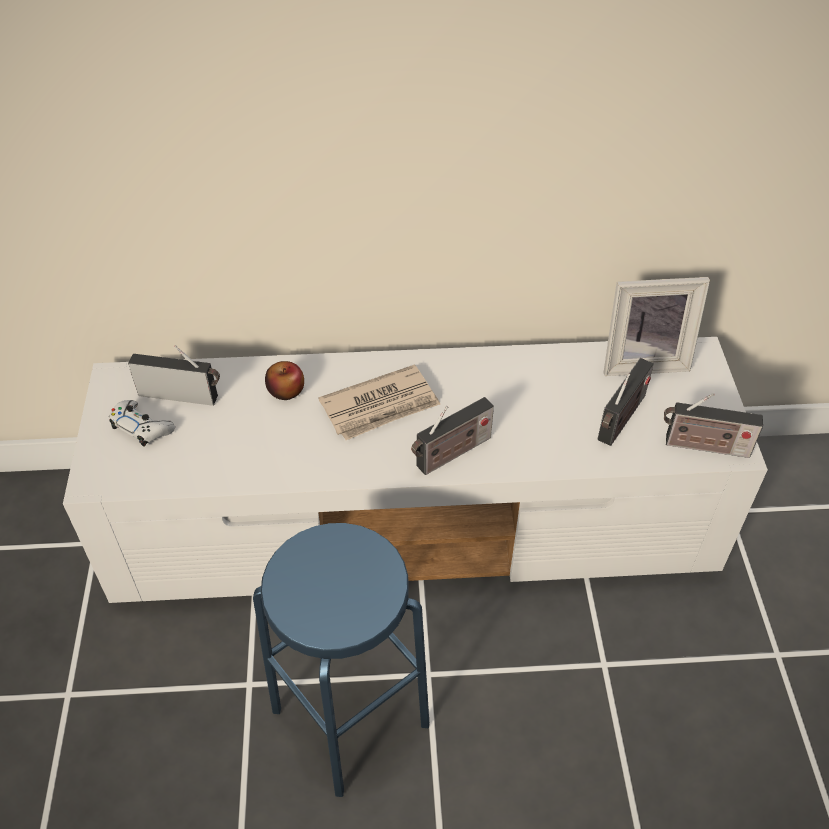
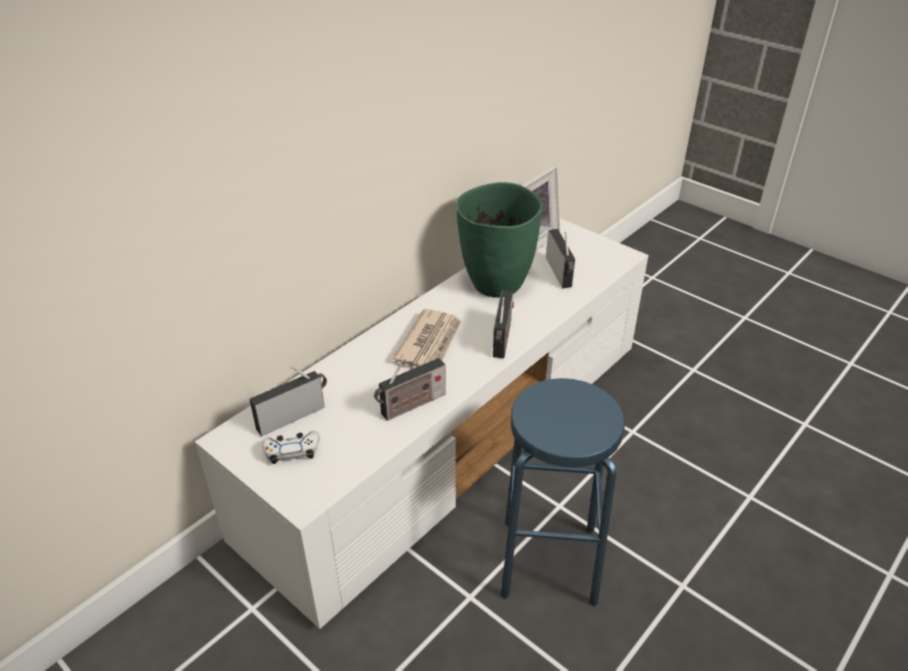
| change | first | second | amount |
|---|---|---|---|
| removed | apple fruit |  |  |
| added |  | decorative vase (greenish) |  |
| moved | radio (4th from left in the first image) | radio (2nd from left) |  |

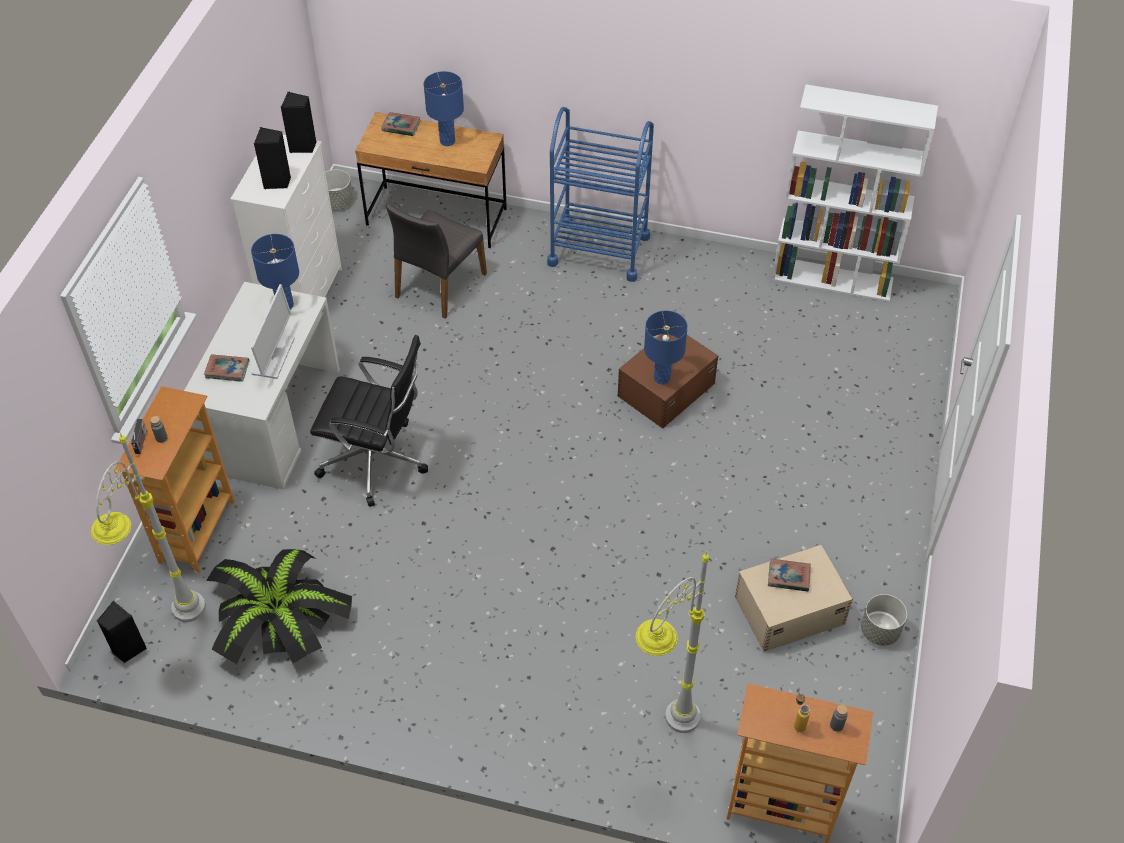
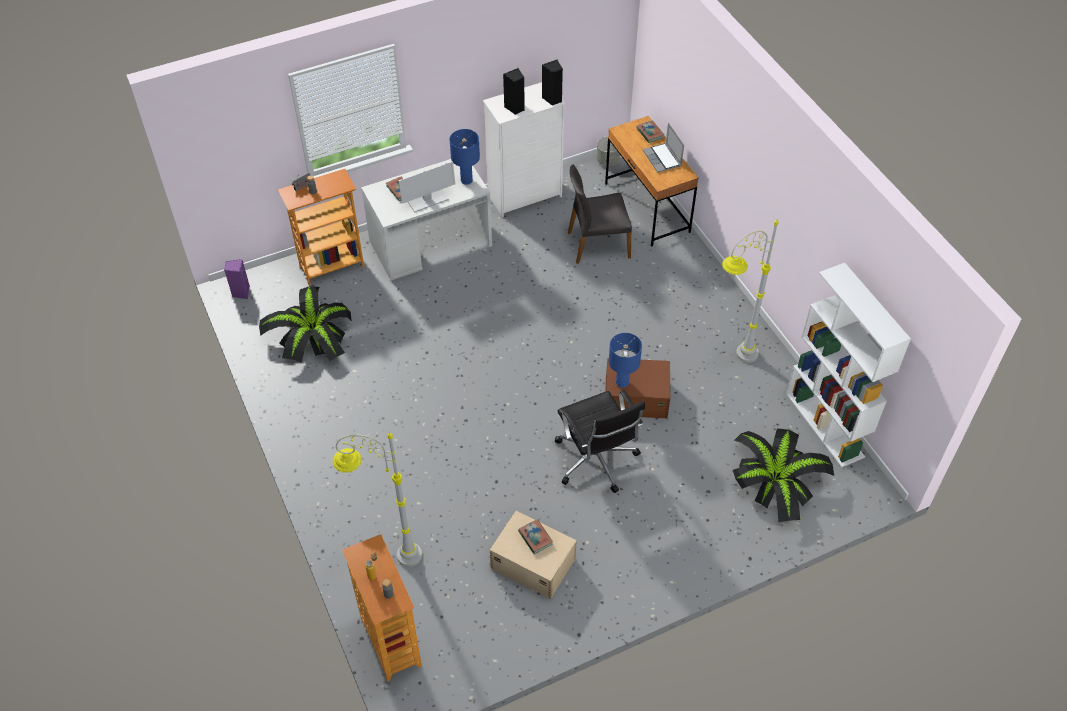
| change | first | second | amount |
|---|---|---|---|
| removed | trolley (bluish) |  |  |
| removed | flower pot (grey) (2nd from left) |  |  |
| added |  | houseplant (2nd from left) |  |
| moved | standard lamp (grey) (1st from left in the first image) | standard lamp (grey) (2nd from left) |  |
| moved | desk chair (black-coloured) |  |  |
| replaced | table lamp (bluish) (2nd from left) | laptop |  |
| recoloured | loudspeaker (black-coloured) (1st from left) | loudspeaker (purple-coloured) |  |

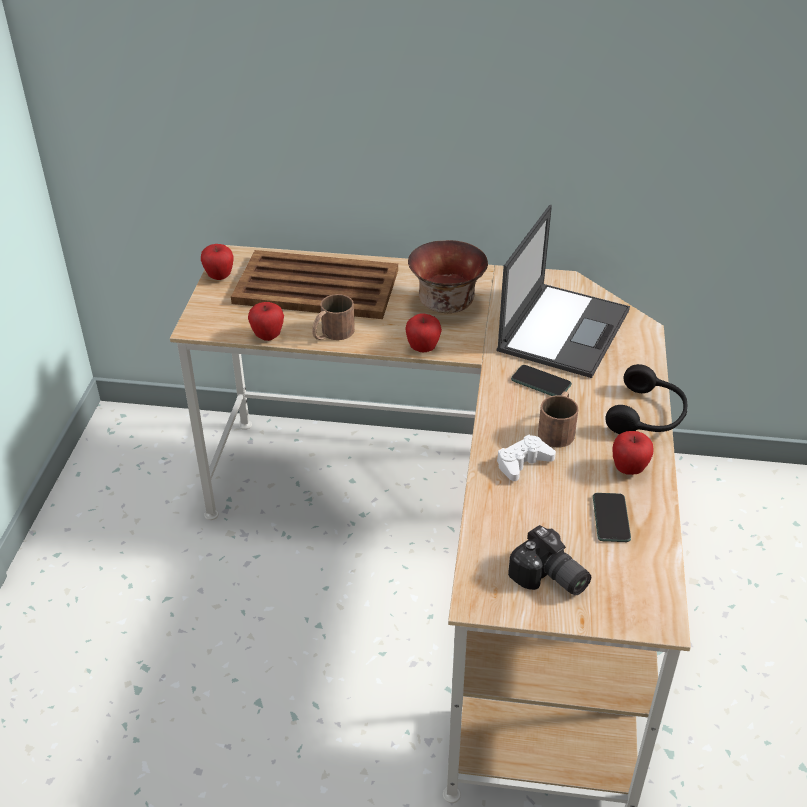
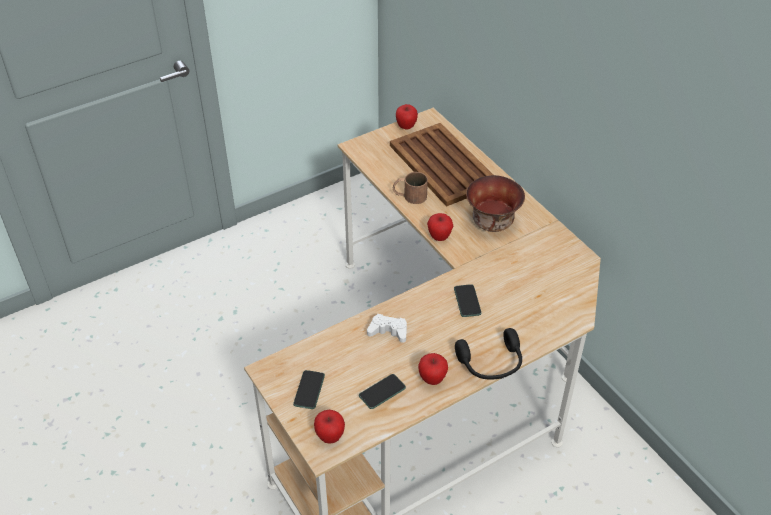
| change | first | second | amount |
|---|---|---|---|
| removed | laptop |  |  |
| removed | mug (brownish) (2nd from left) |  |  |
| moved | apple fruit (2nd from left in the first image) | apple fruit (1st from left) |  |
| replaced | photo camera | handset (1st from left) |  |

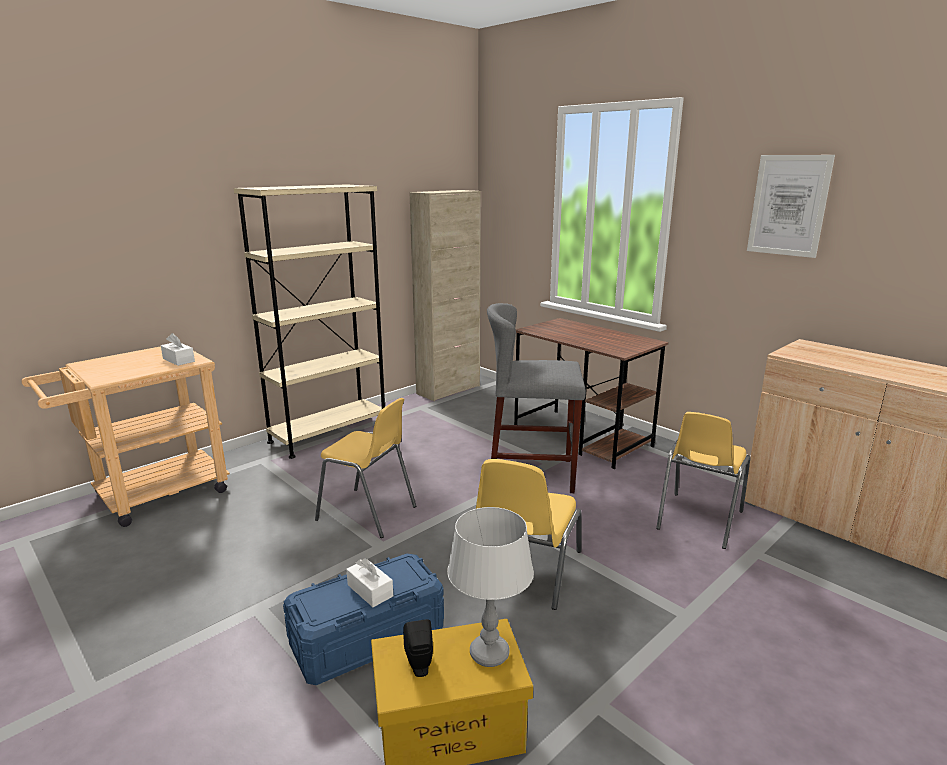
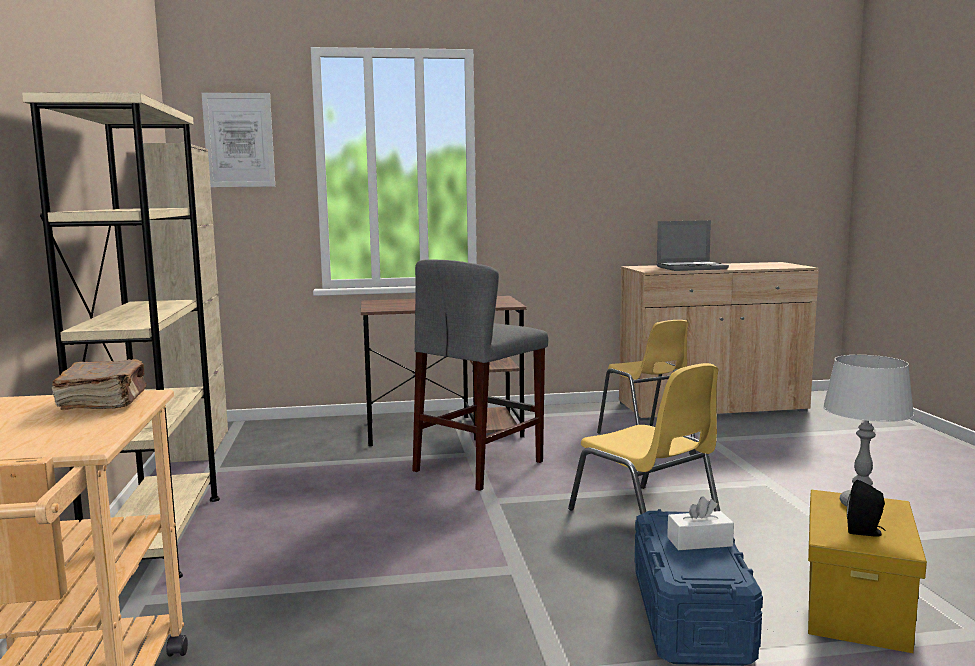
| change | first | second | amount |
|---|---|---|---|
| removed | upright chair (yellow) (1st from left) |  |  |
| added |  | laptop |  |
| moved | wall art |  |  |
| replaced | tissue box (white) (1st from left) | bound book (brownish) |  |

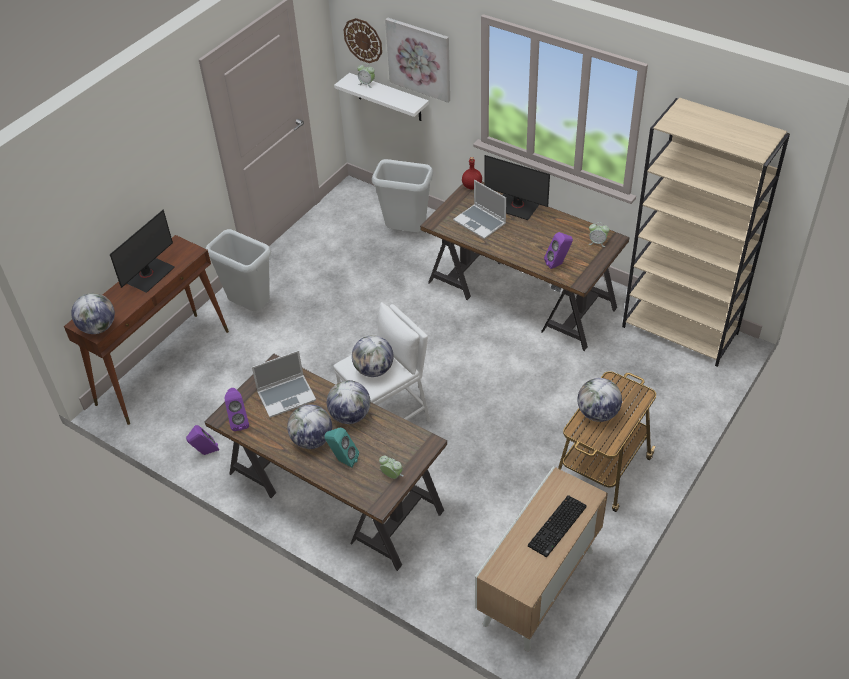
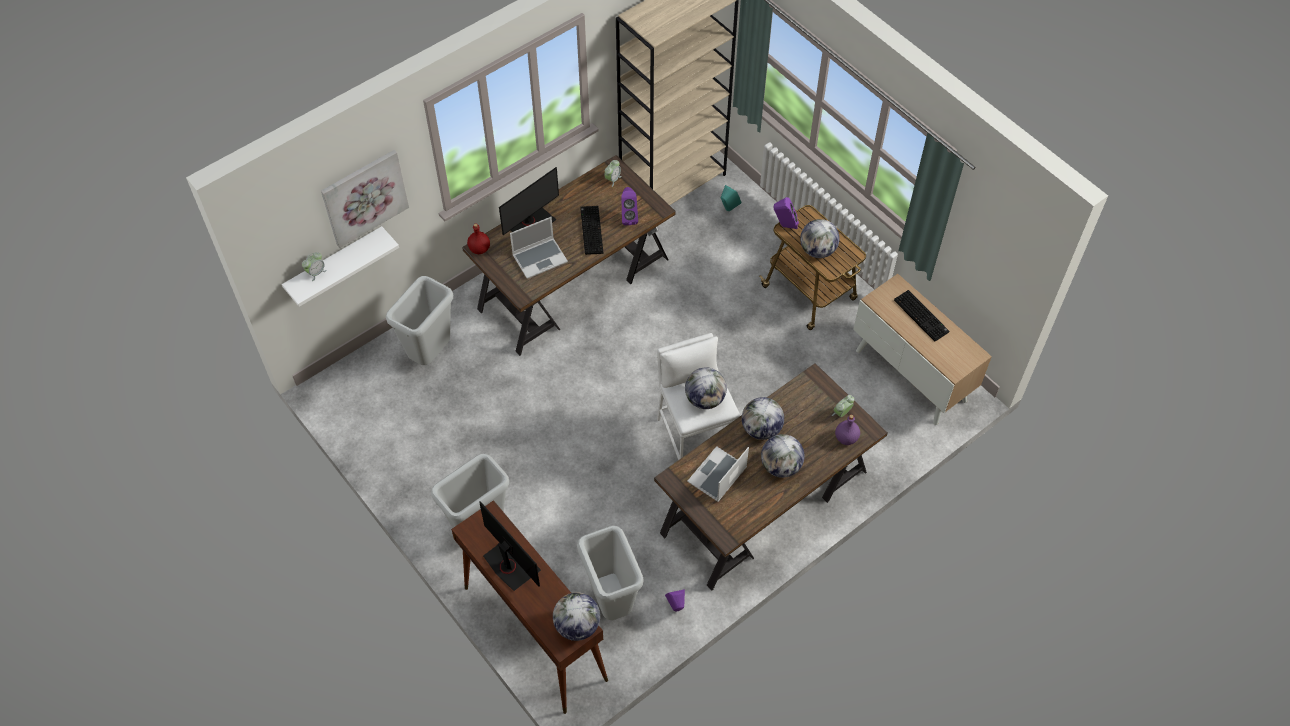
| change | first | second | amount |
|---|---|---|---|
| removed | hanging clock |  |  |
| added |  | waste bin (grey) (3rd from left) |  |
| added |  | computer keyboard (1st from left) |  |
| added |  | beverage bottle (purple-coloured) |  |
| moved | loudspeaker (purple-coloured) (2nd from left in the first image) | loudspeaker (purple-coloured) (3rd from left) |  |
| moved | loudspeaker (blue-green) |  |  |
| turned | laptop (1st from left in the first image) | laptop (2nd from left) | 135 degrees counterclockwise |

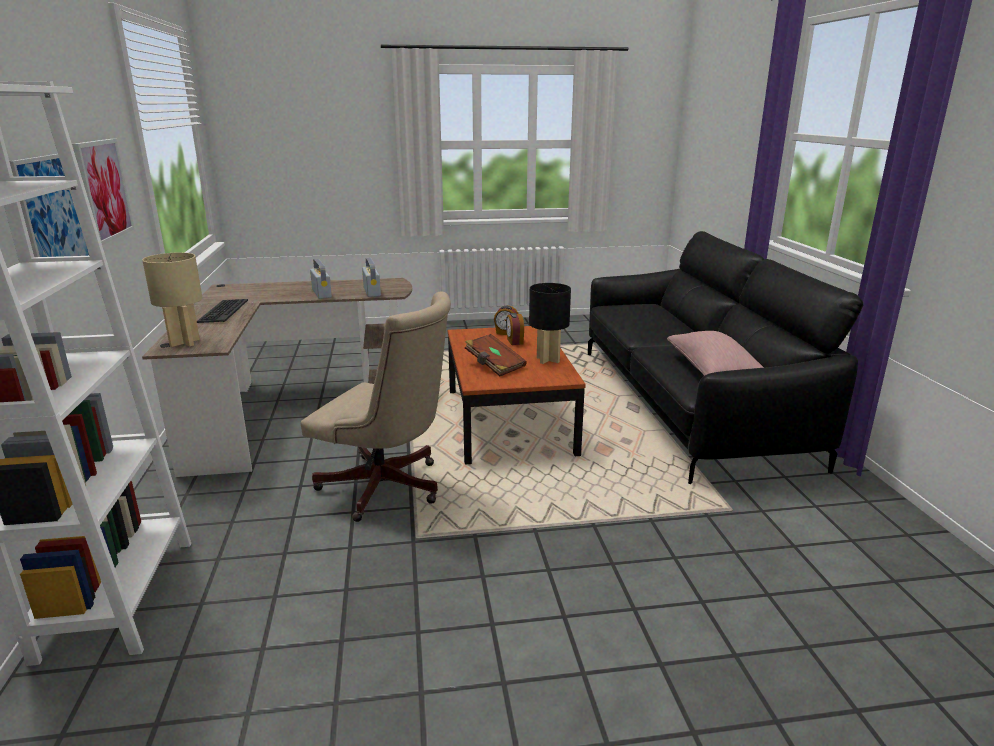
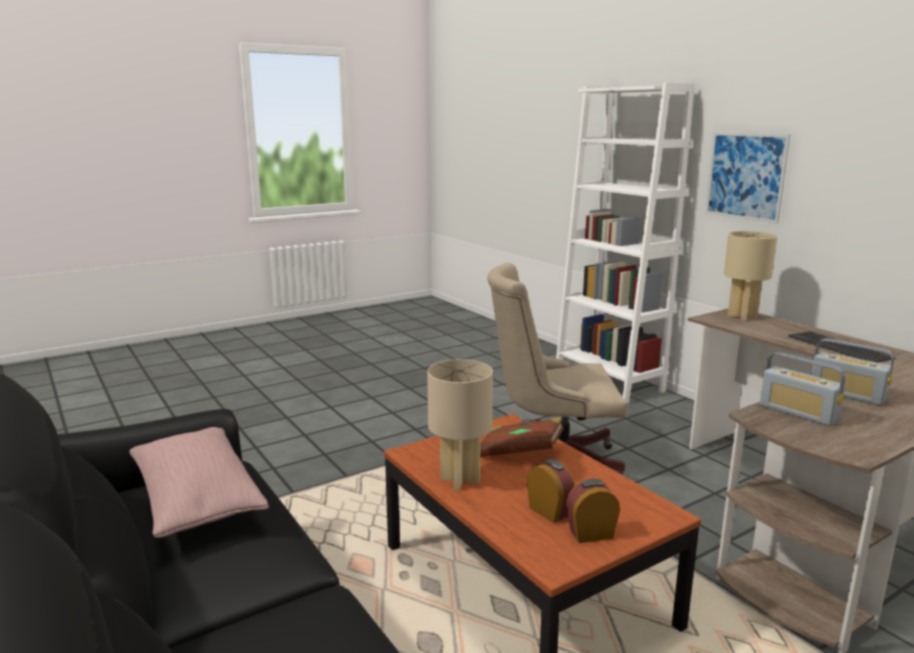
| change | first | second | amount |
|---|---|---|---|
| removed | wall art (2nd from left) |  |  |
| recoloured | table lamp (black-coloured) | table lamp (sand-coloured) (1st from left) |  |

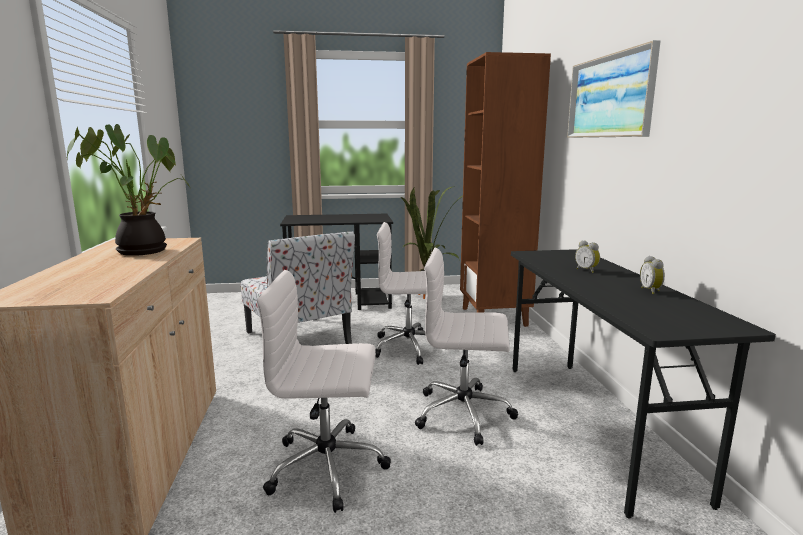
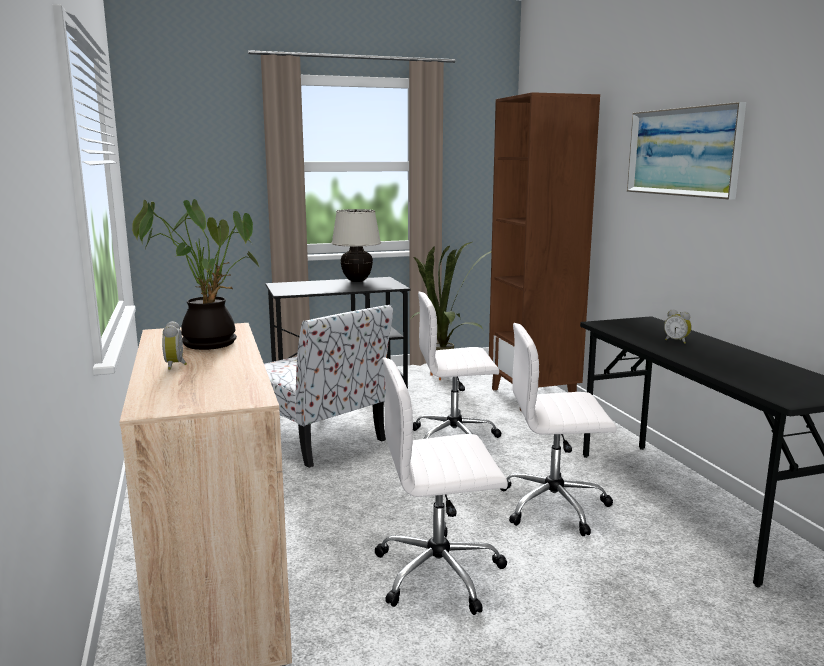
| change | first | second | amount |
|---|---|---|---|
| added |  | table lamp (sand-coloured) |  |
| moved | alarm clock (2nd from left in the first image) | alarm clock (1st from left) |  |

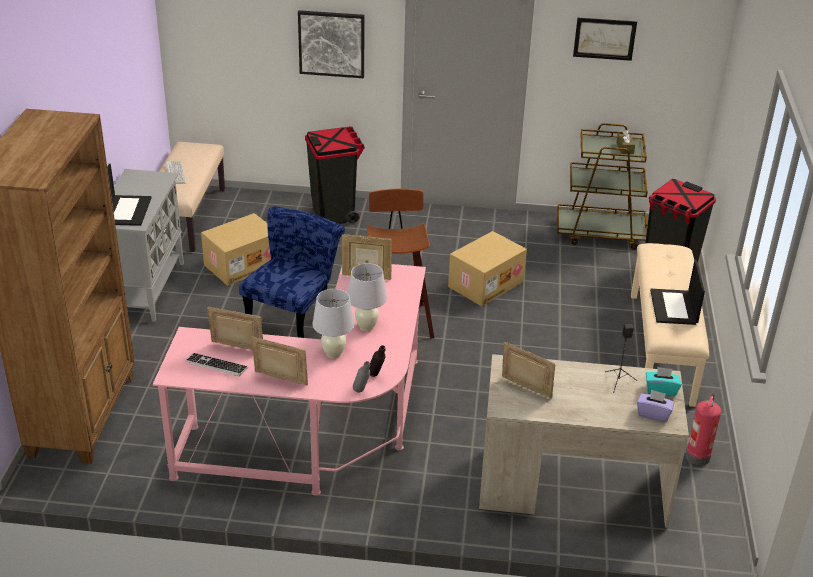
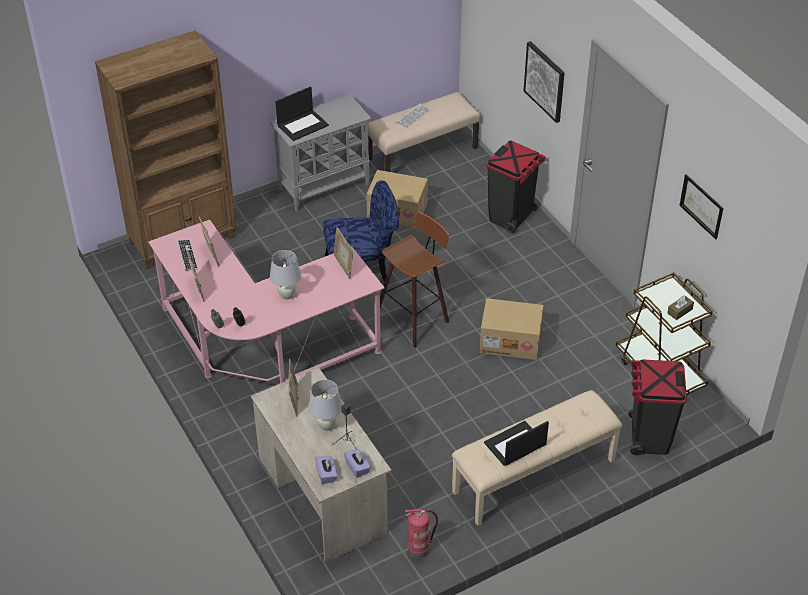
| change | first | second | amount |
|---|---|---|---|
| moved | table lamp (white) (1st from left in the first image) | table lamp (white) (2nd from left) |  |
| recoloured | tissue box (blue-green) | tissue box (purple-coloured) (2nd from left) |  |

